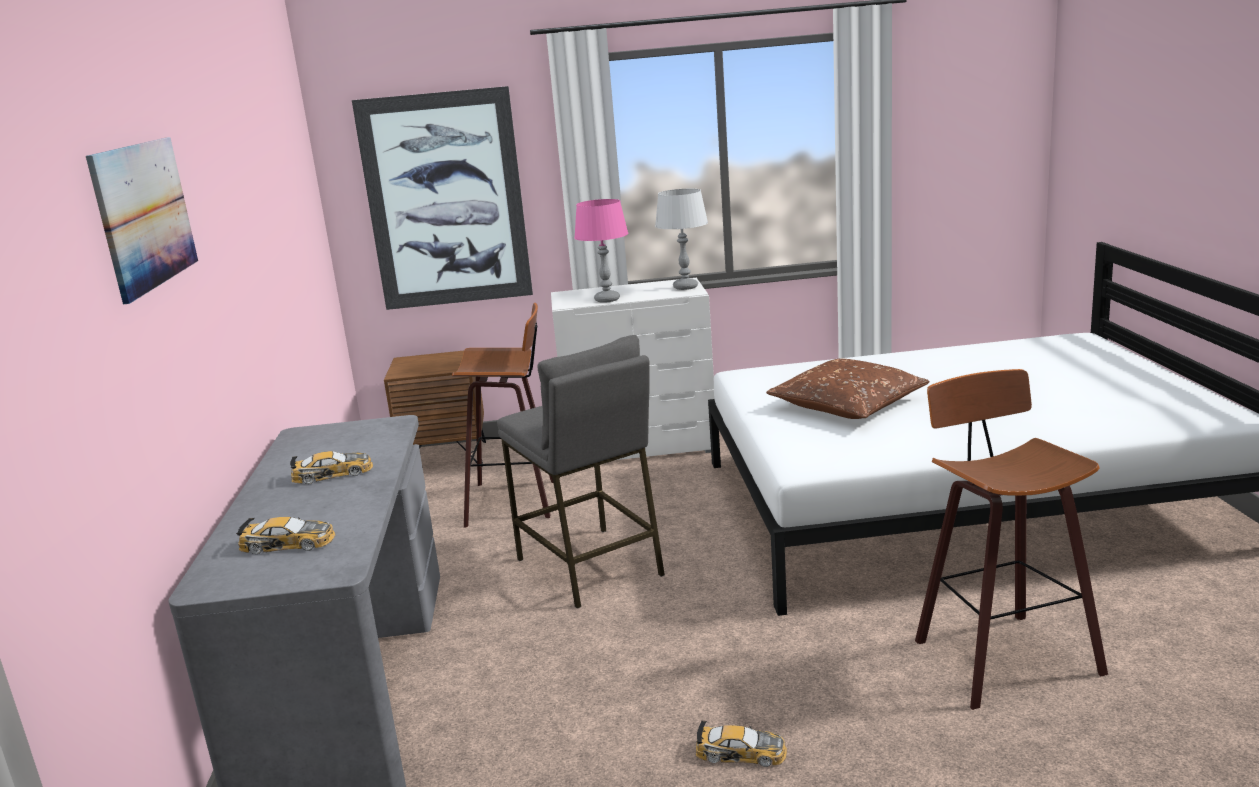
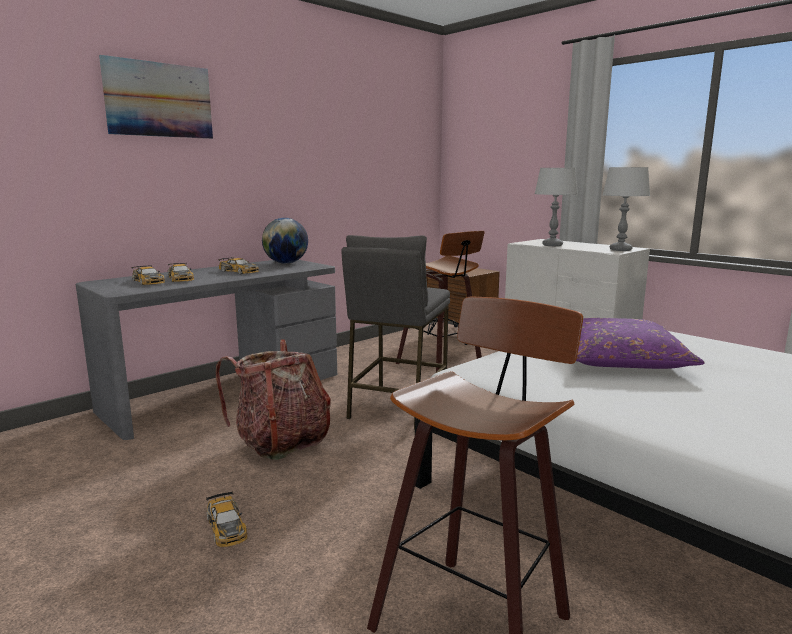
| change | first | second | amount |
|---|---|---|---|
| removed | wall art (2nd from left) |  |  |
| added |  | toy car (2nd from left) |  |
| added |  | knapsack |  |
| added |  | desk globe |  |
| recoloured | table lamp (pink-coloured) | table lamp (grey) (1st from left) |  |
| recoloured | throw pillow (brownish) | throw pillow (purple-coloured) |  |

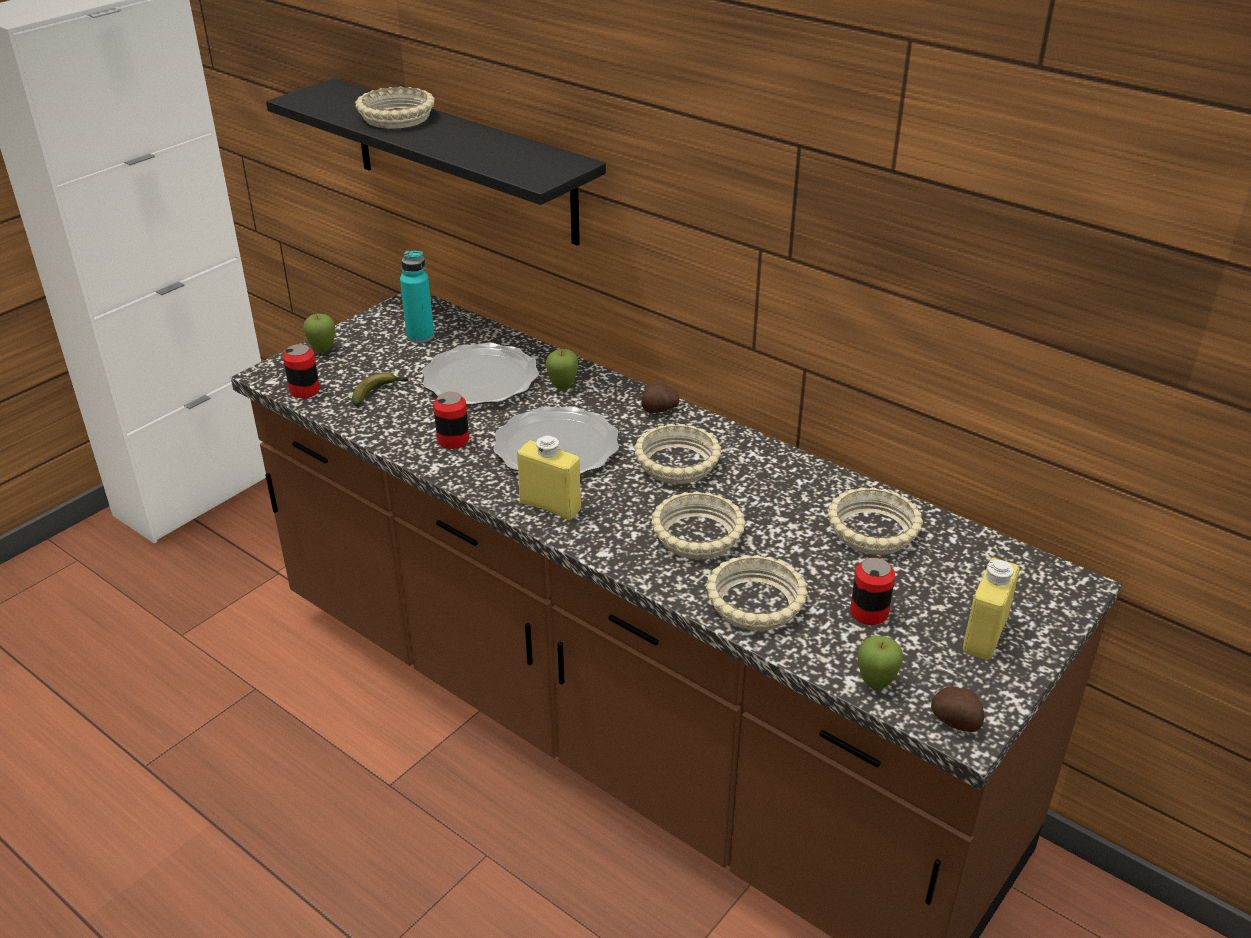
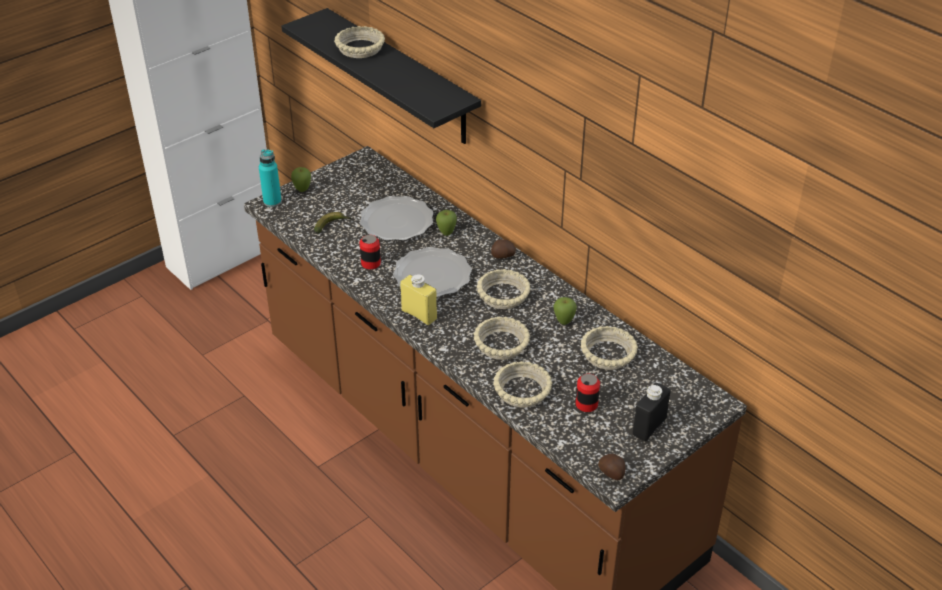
| change | first | second | amount |
|---|---|---|---|
| removed | sealed can (1st from left) |  |  |
| moved | beverage bottle (blue-green) |  |  |
| moved | apple fruit (3rd from left) |  |  |
| recoloured | beverage bottle (yellow) (2nd from left) | beverage bottle (black-coloured) |  |

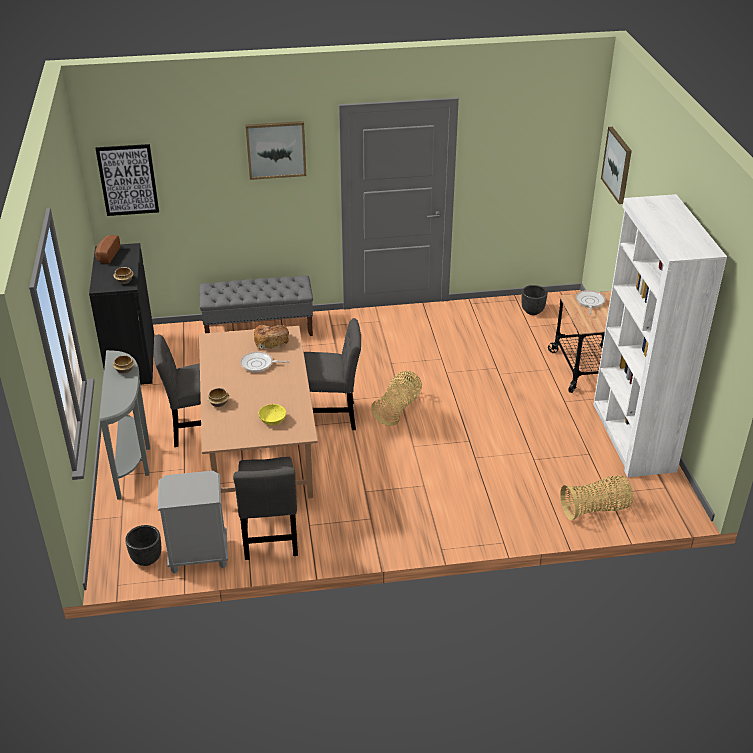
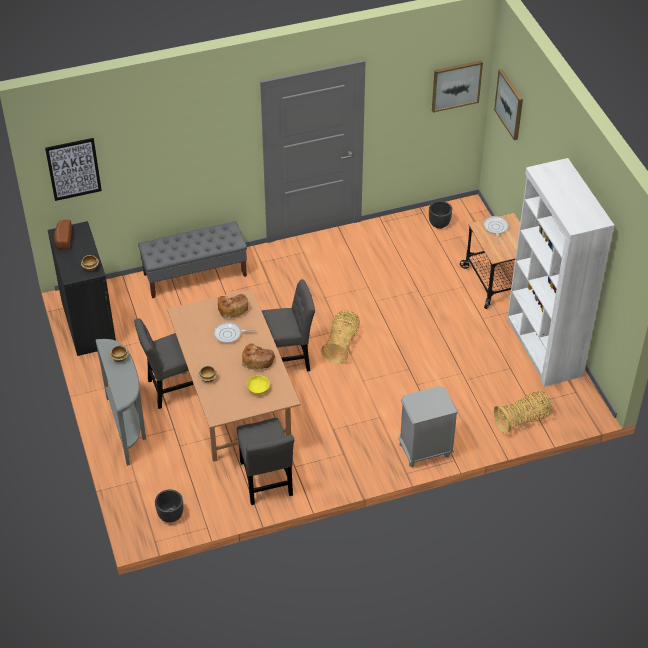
| change | first | second | amount |
|---|---|---|---|
| added |  | bakery bread (3rd from left) |  |
| moved | bedside table (grey) |  |  |
| moved | wall art (2nd from left) |  |  |

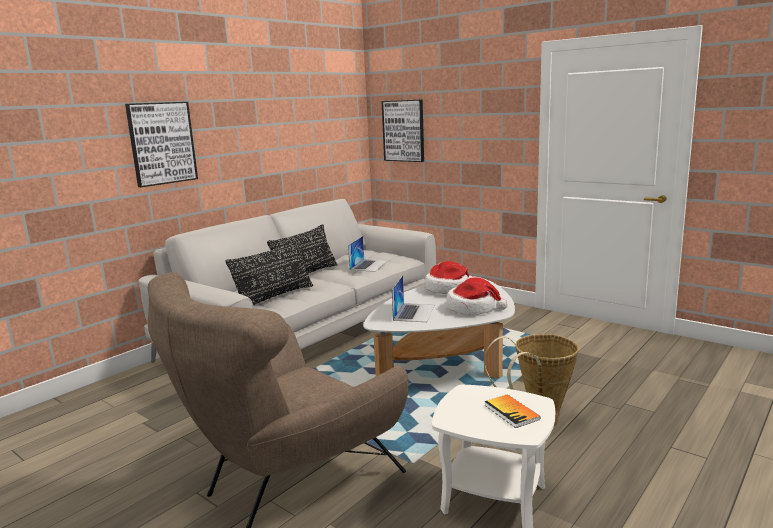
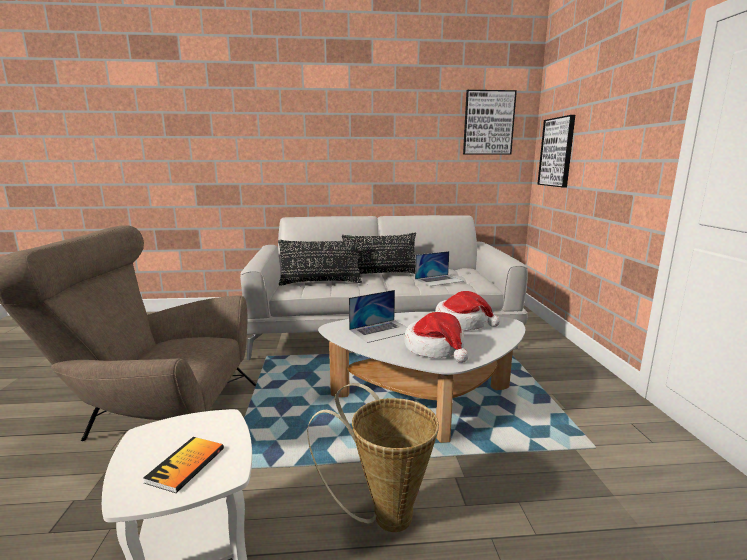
| change | first | second | amount |
|---|---|---|---|
| moved | wall art (1st from left) |  |  |

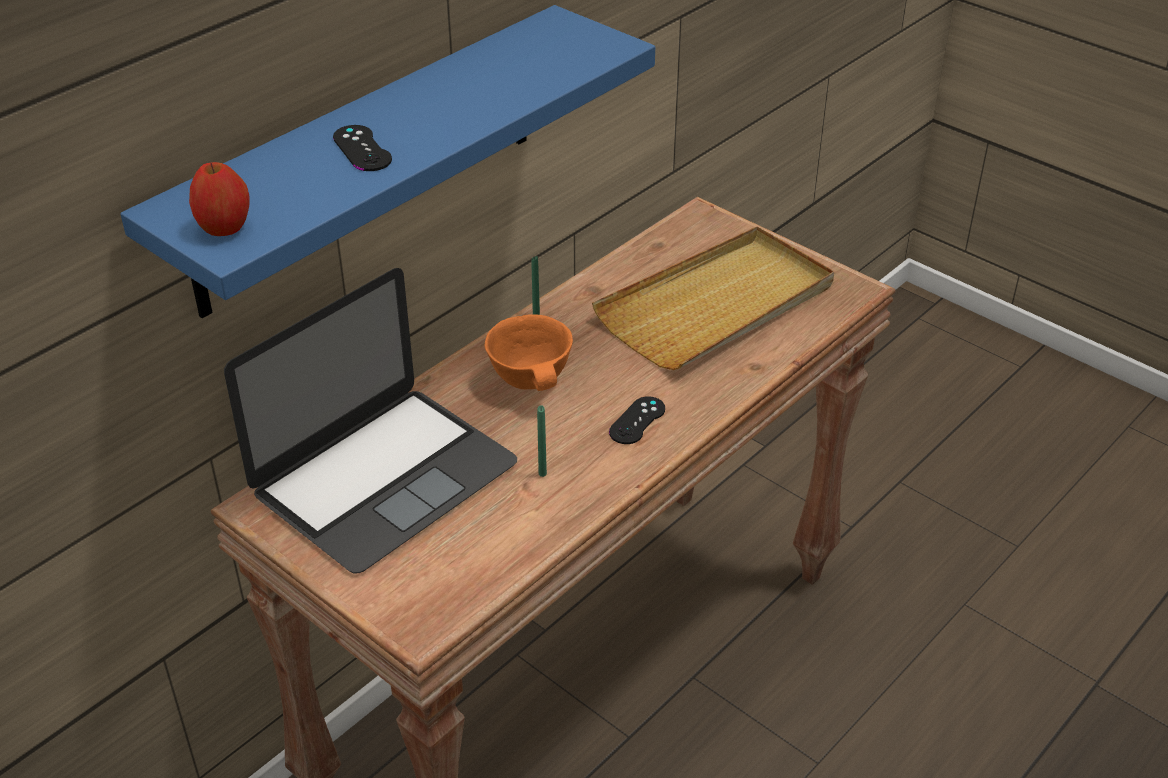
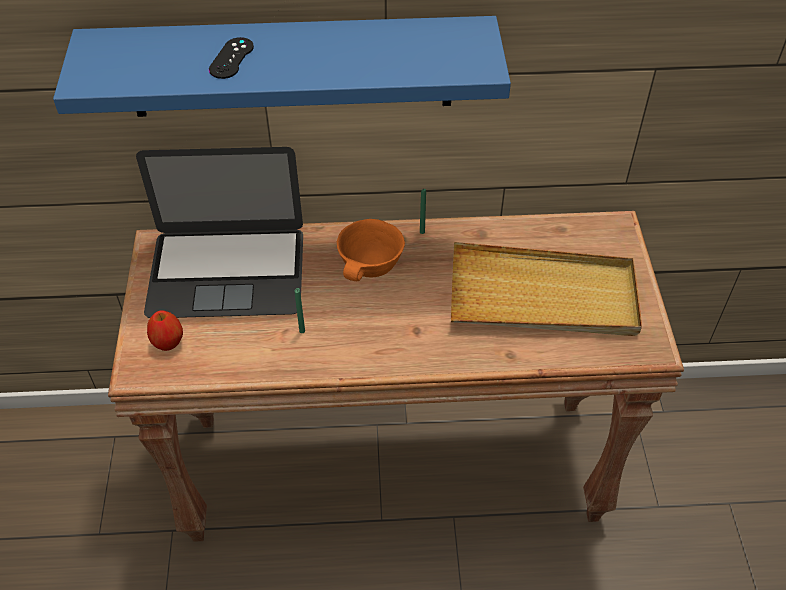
| change | first | second | amount |
|---|---|---|---|
| removed | game controller (black-coloured) (2nd from left) |  |  |
| moved | apple fruit |  |  |

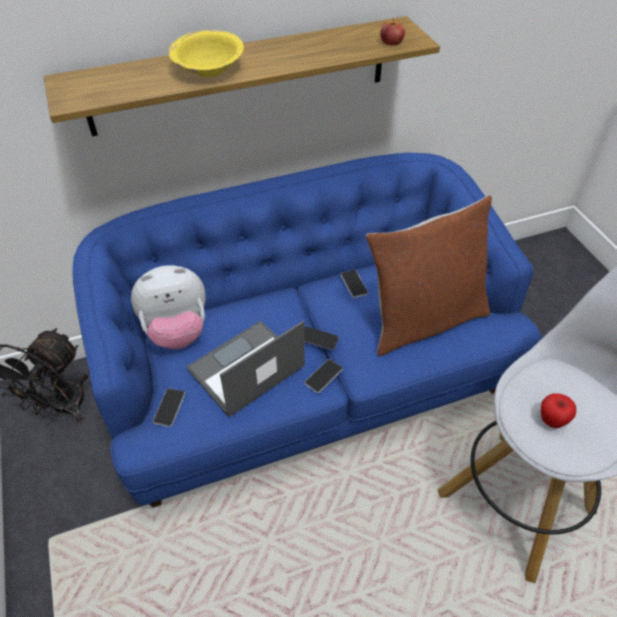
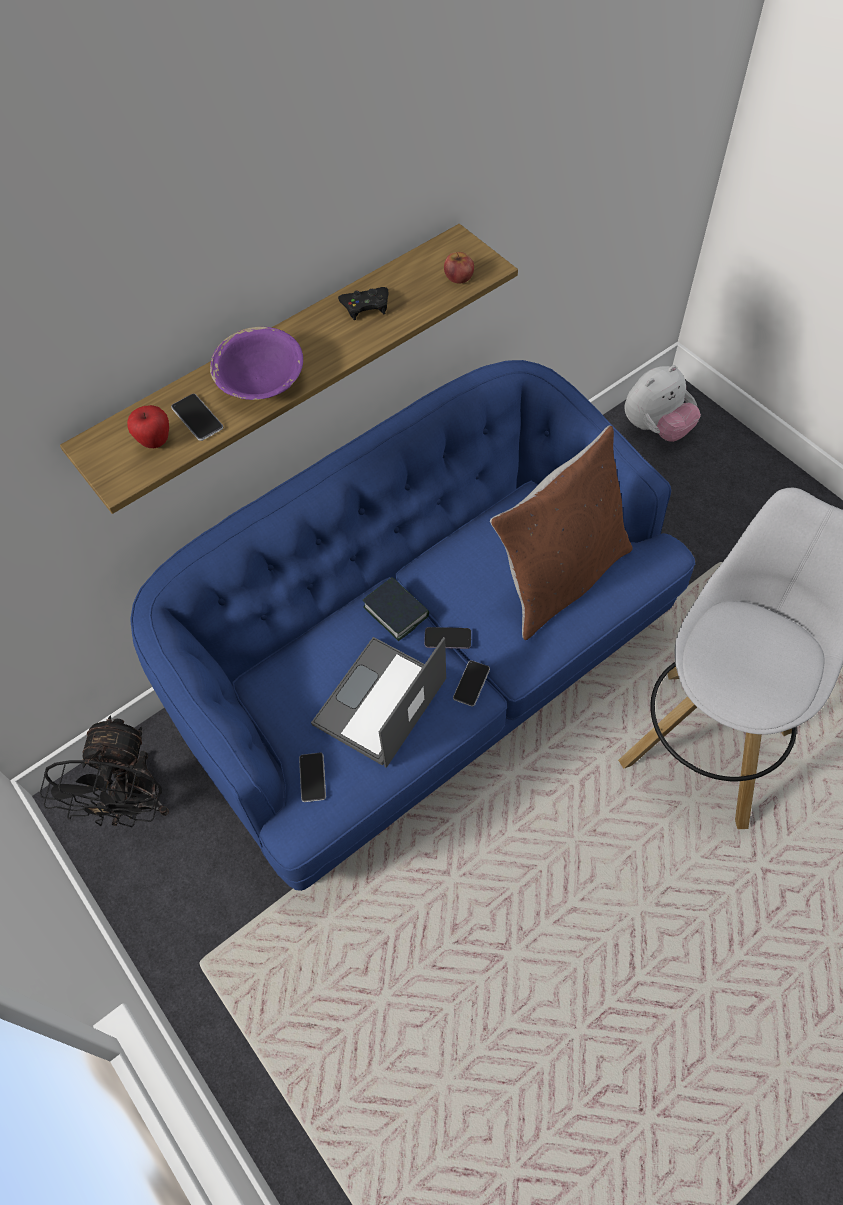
| change | first | second | amount |
|---|---|---|---|
| added |  | game controller (black-coloured) |  |
| added |  | bound book |  |
| moved | plush toy |  |  |
| moved | handset (4th from left in the first image) | handset (1st from left) |  |
| moved | apple fruit (2nd from left in the first image) | apple fruit (1st from left) |  |
| recoloured | bowl (yellow) | bowl (purple-coloured) |  |

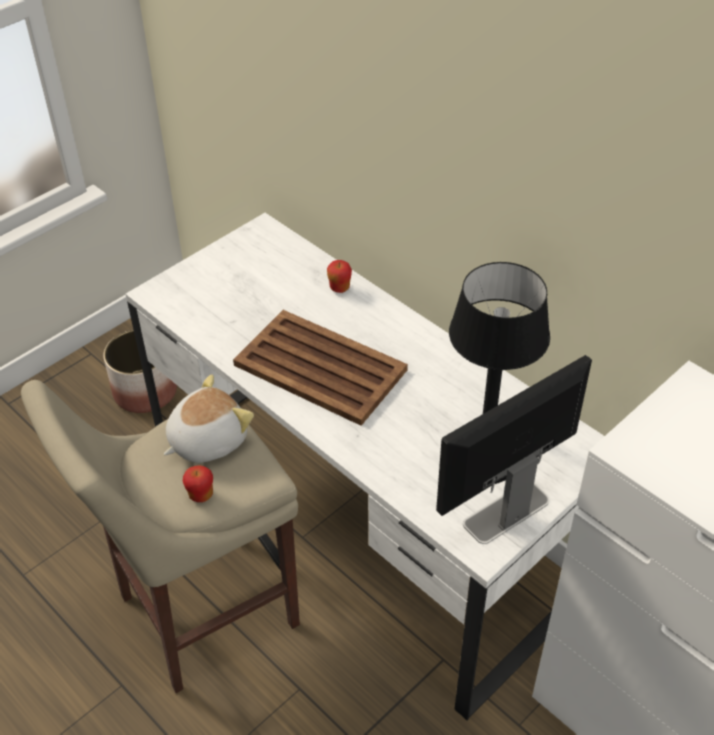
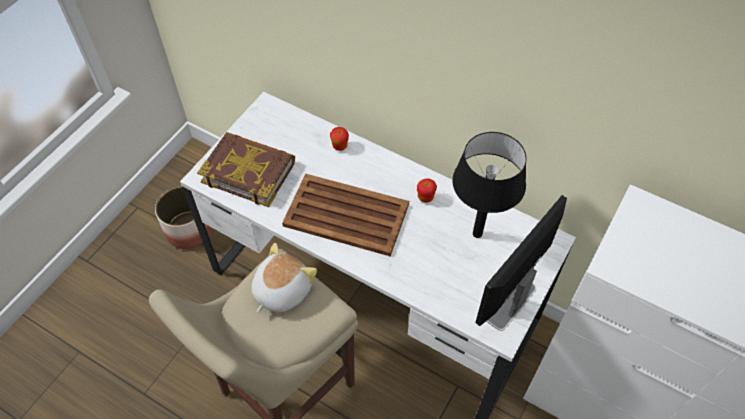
| change | first | second | amount |
|---|---|---|---|
| added |  | bound book |  |
| moved | apple fruit (1st from left in the first image) | apple fruit (2nd from left) |  |

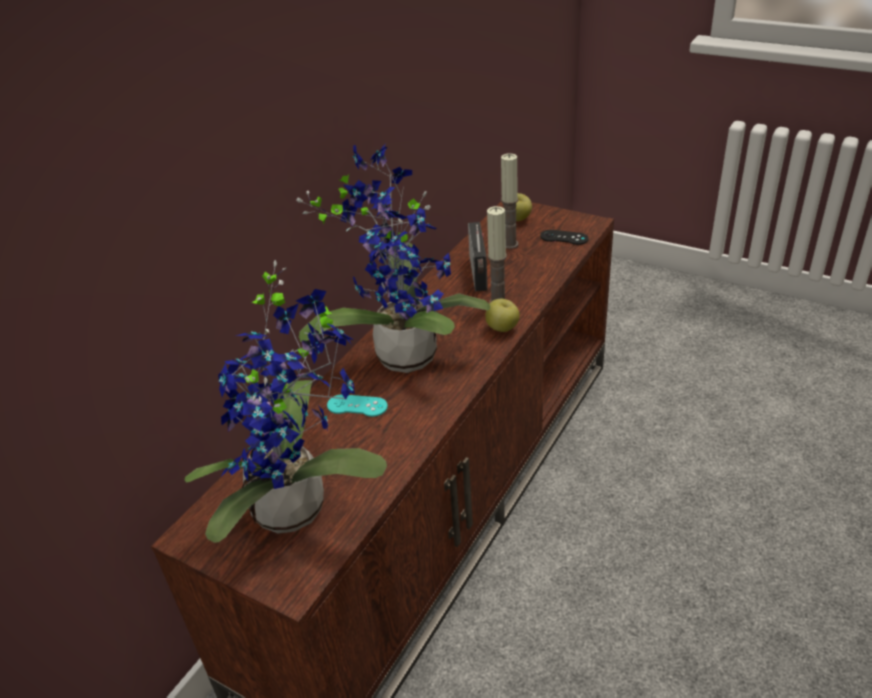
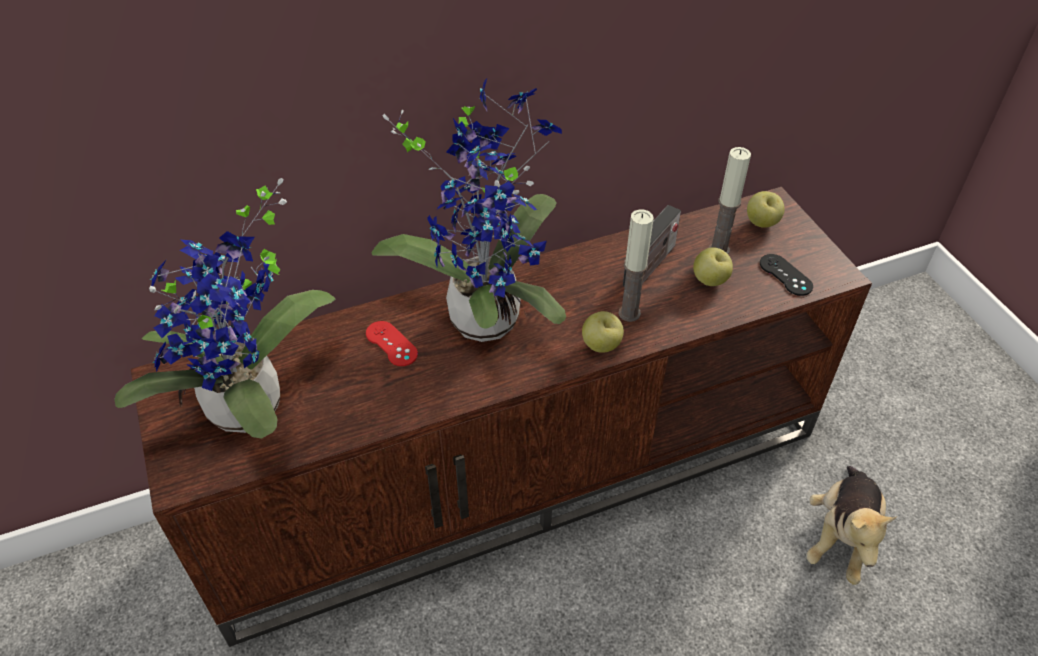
| change | first | second | amount |
|---|---|---|---|
| added |  | apple fruit (2nd from left) |  |
| added |  | plush toy |  |
| recoloured | game controller (blue-green) | game controller (red) |  |

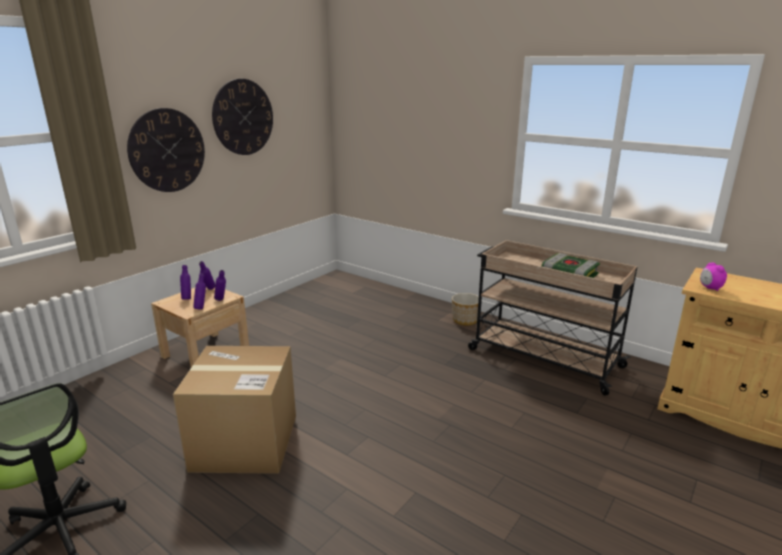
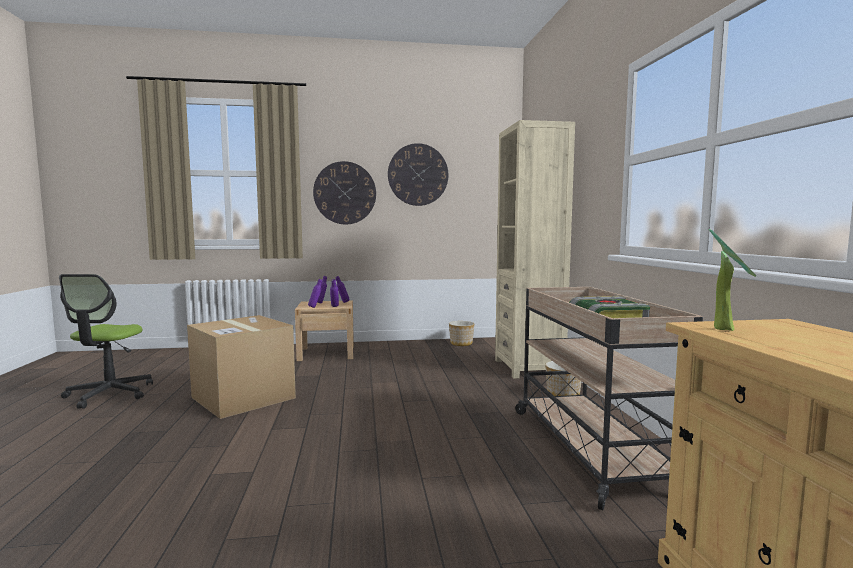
| change | first | second | amount |
|---|---|---|---|
| added |  | flower pot (1st from left) |  |
| added |  | bookshelf (sand-coloured) |  |
| replaced | alarm clock | houseplant |  |

